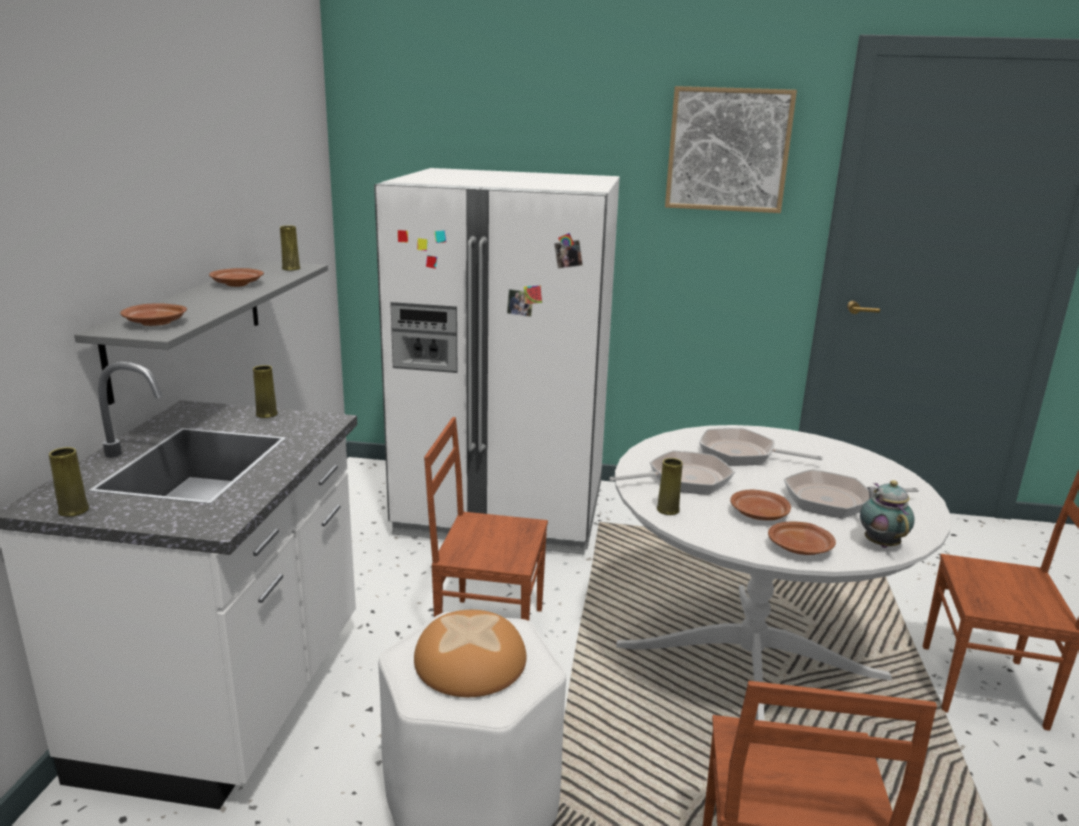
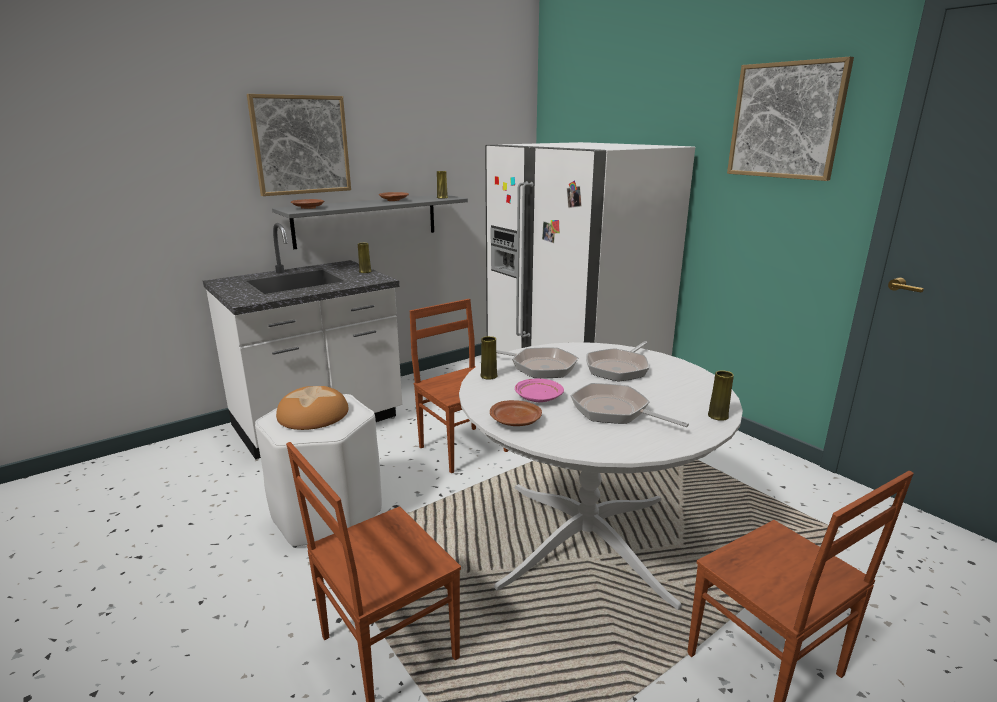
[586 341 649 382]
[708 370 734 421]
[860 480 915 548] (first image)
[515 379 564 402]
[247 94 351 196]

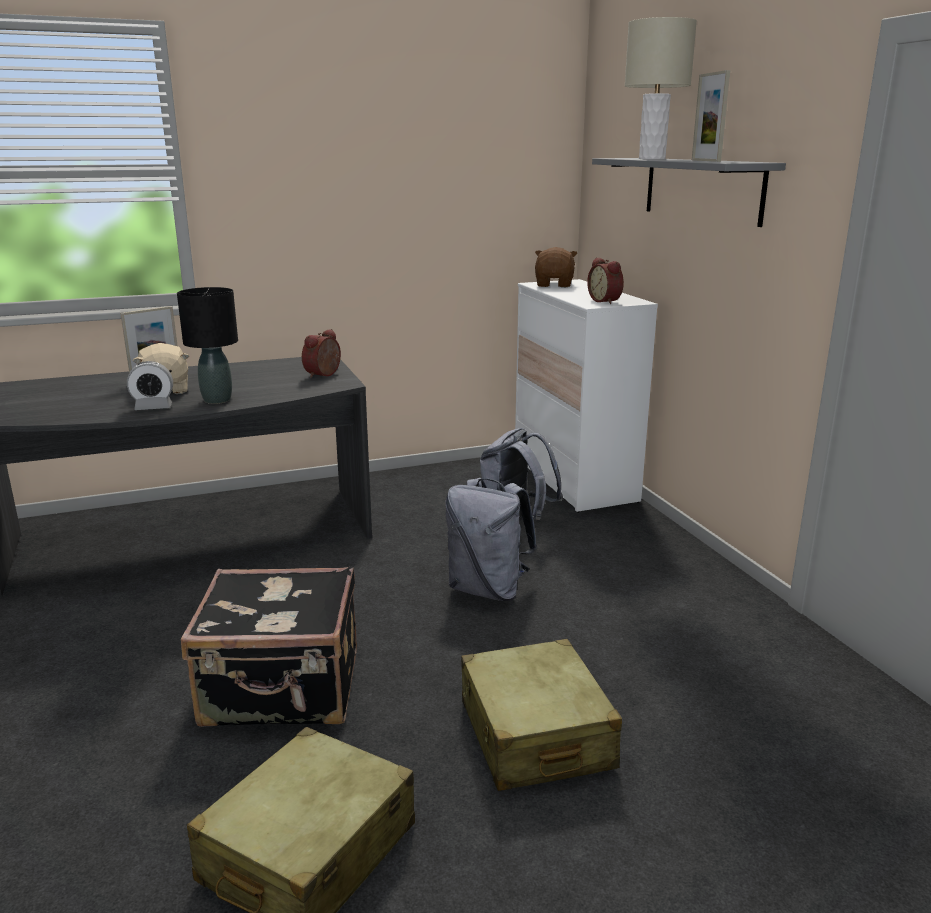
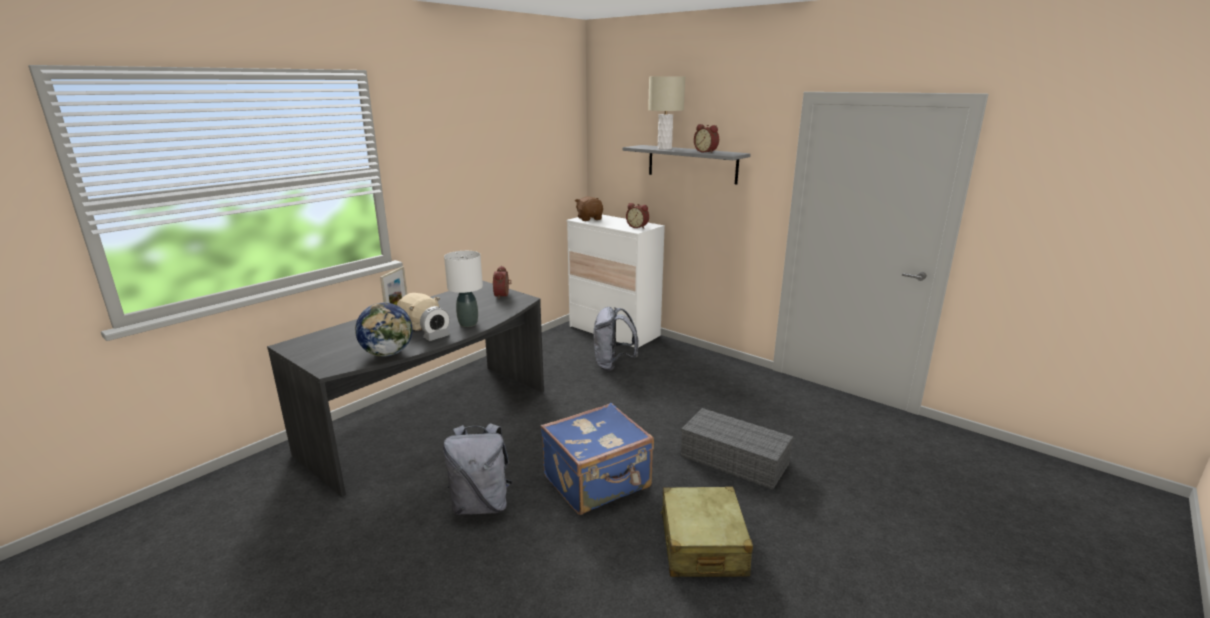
[694 124 719 153]
[444 251 483 327]
[443 423 513 515]
[541 403 654 515]
[681 408 794 490]
[355 303 413 357]

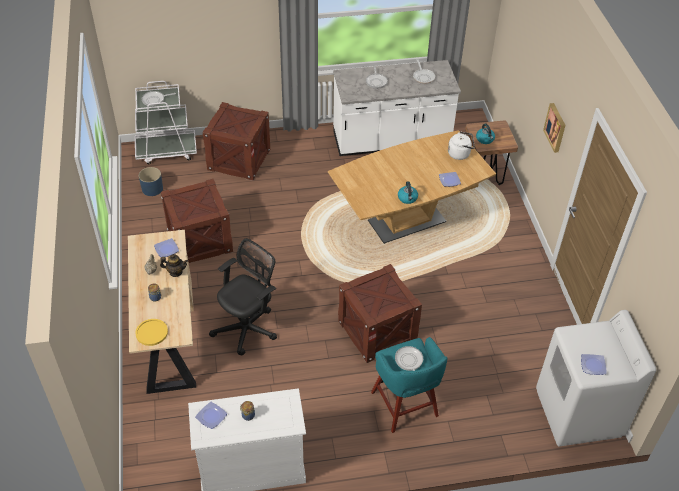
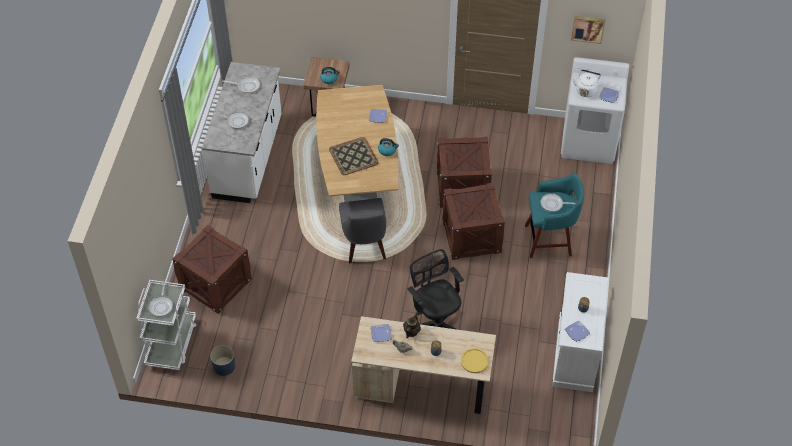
[571 16 605 44]
[573 69 601 97]
[436 137 492 208]
[329 137 379 175]
[339 198 386 264]

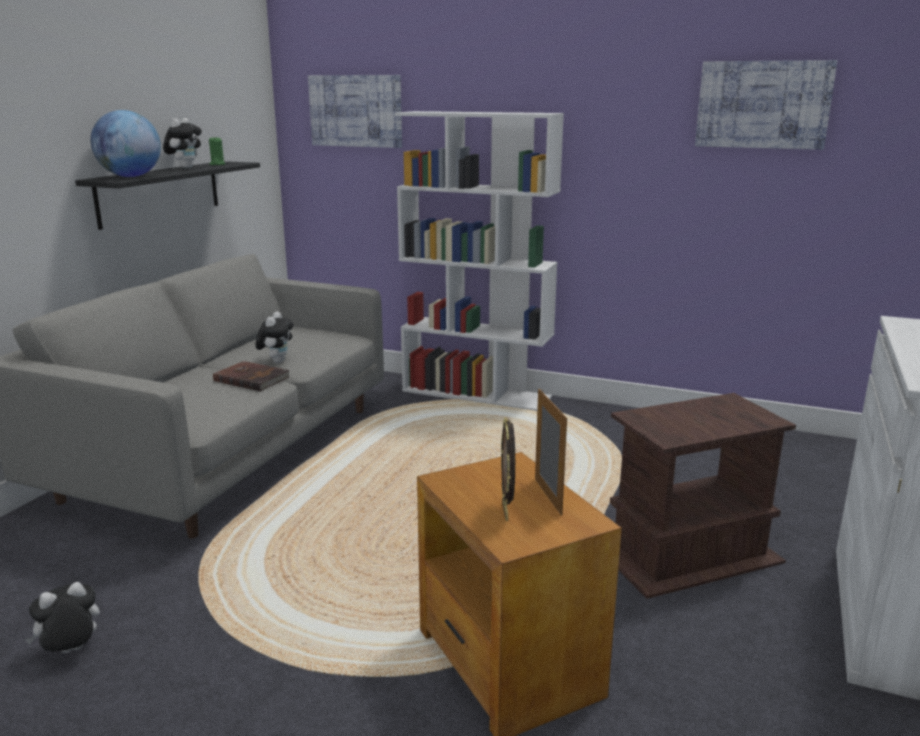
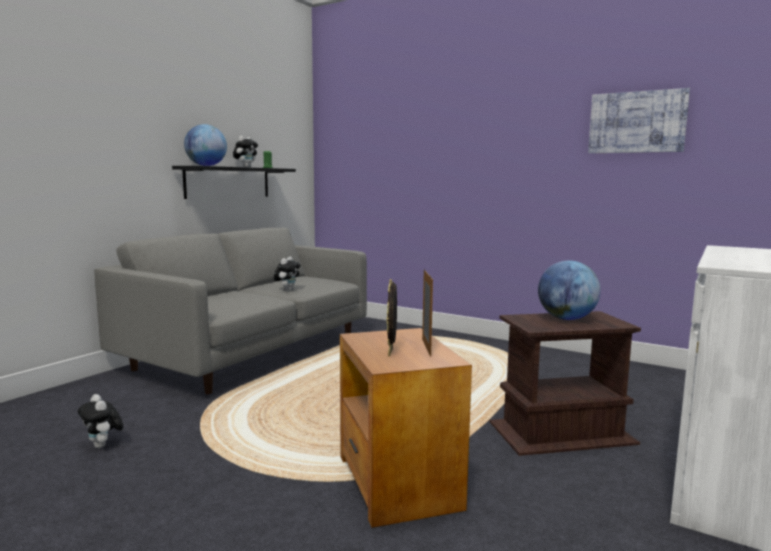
[308 75 402 148] (first image)
[395 111 564 411] (first image)
[213 361 290 391] (first image)
[78 394 123 448]
[538 261 601 320]

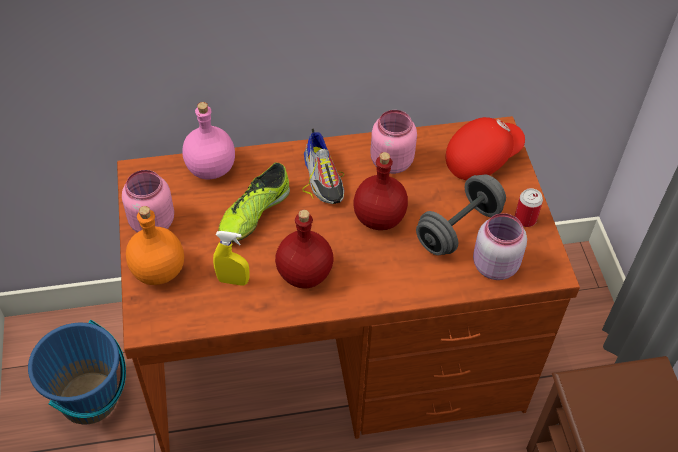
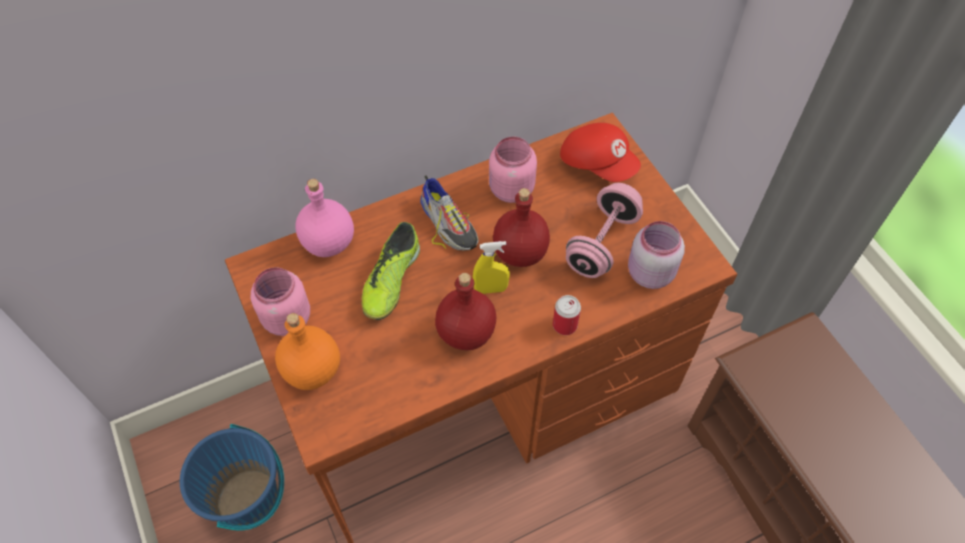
[560 123 641 182]
[566 183 643 278]
[553 295 581 335]
[473 241 510 294]

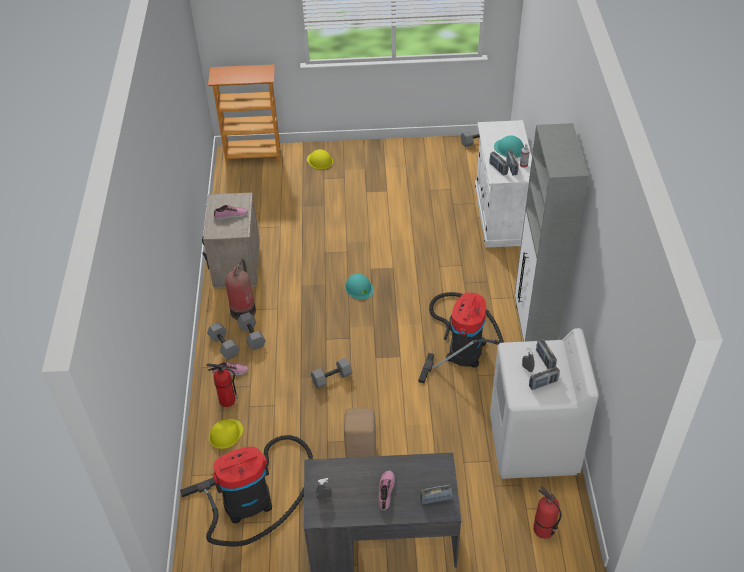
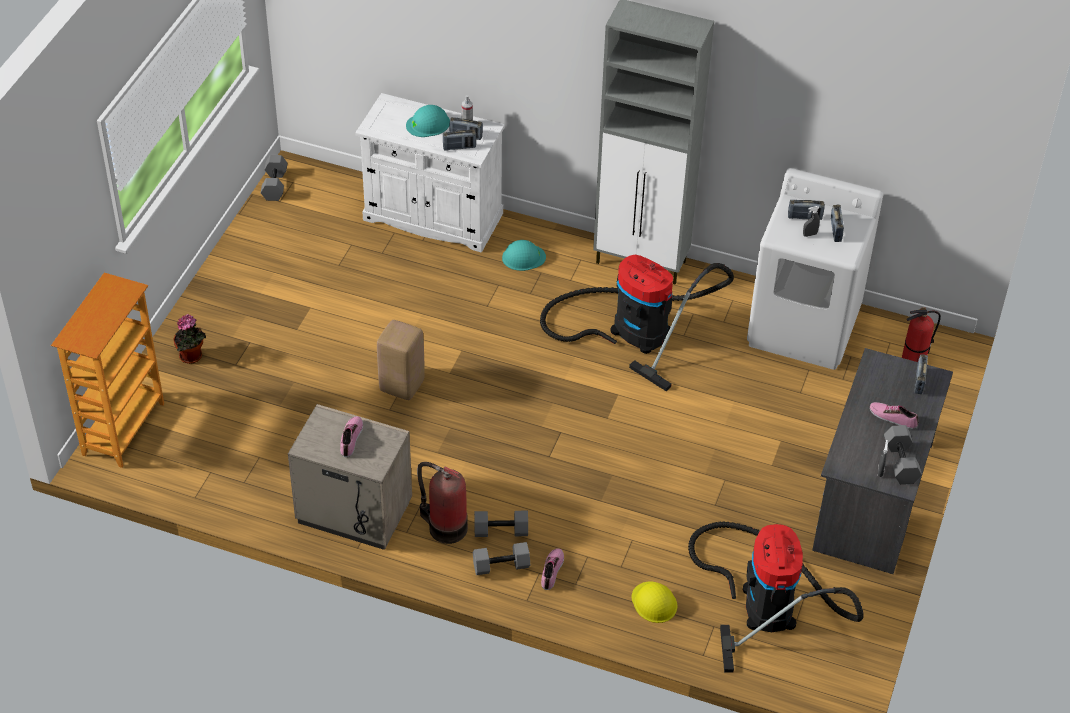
[173 314 206 364]
[502 240 546 271]
[884 425 922 484]
[206 364 238 407] (first image)
[377 320 425 400]

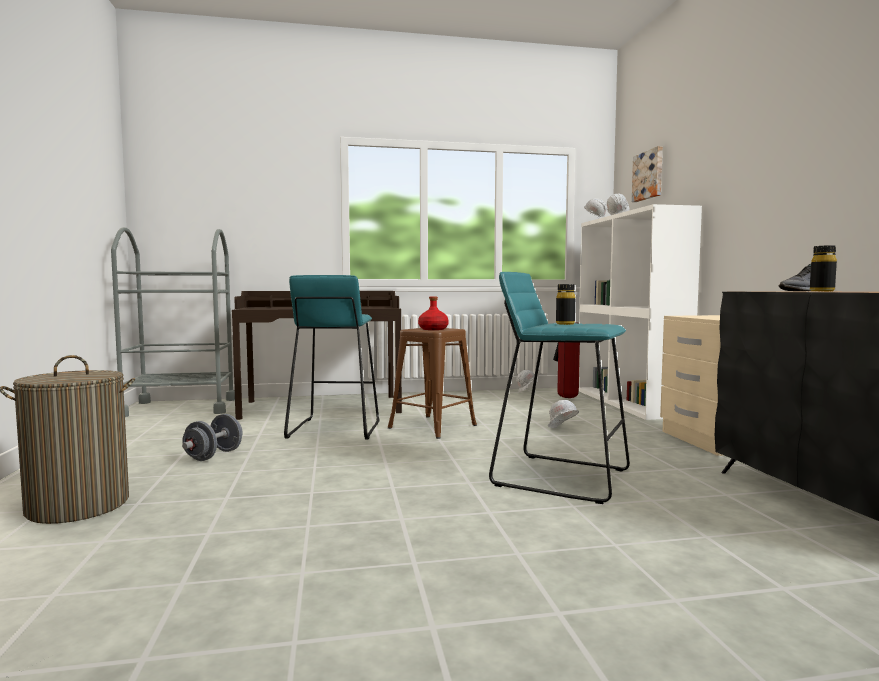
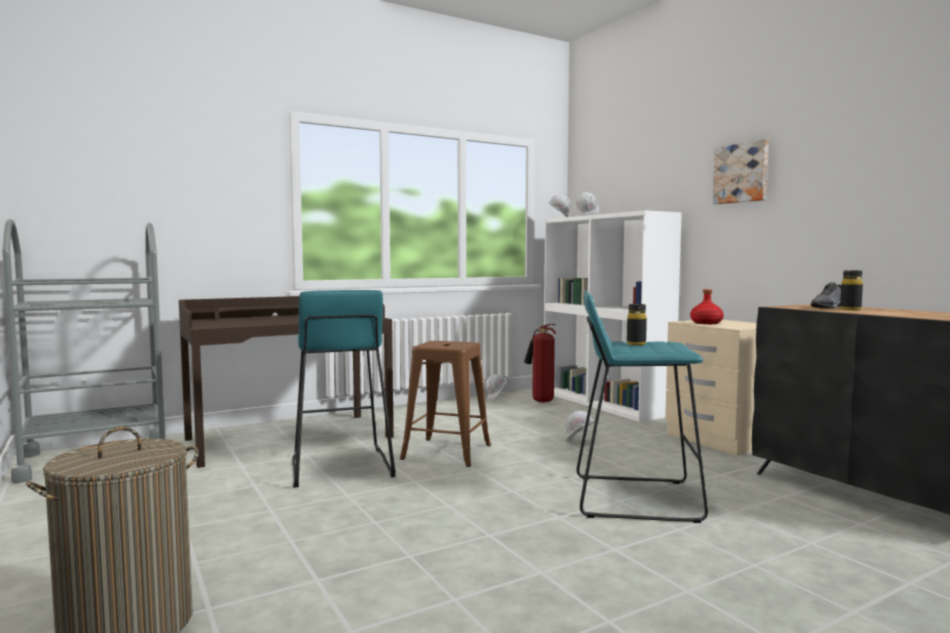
[713 139 769 204]
[690 289 724 324]
[182 414 243 461] (first image)

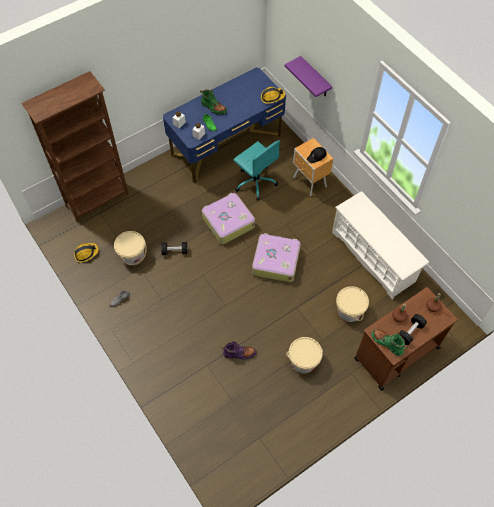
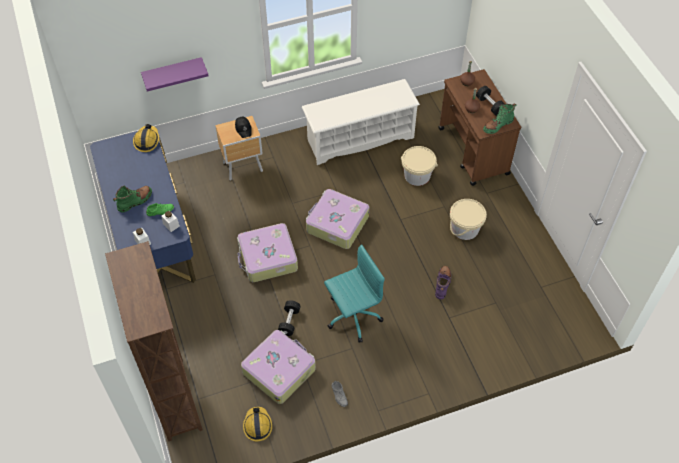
[324 244 385 343]
[241 330 316 404]

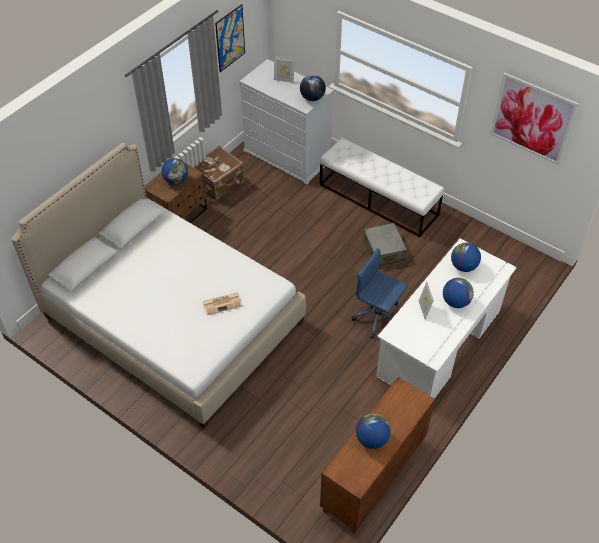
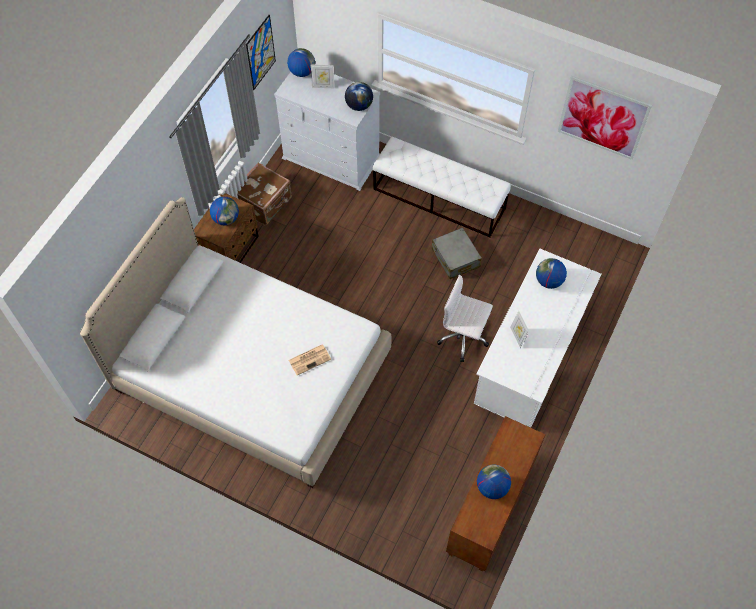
[437 275 493 362]
[287 48 315 77]

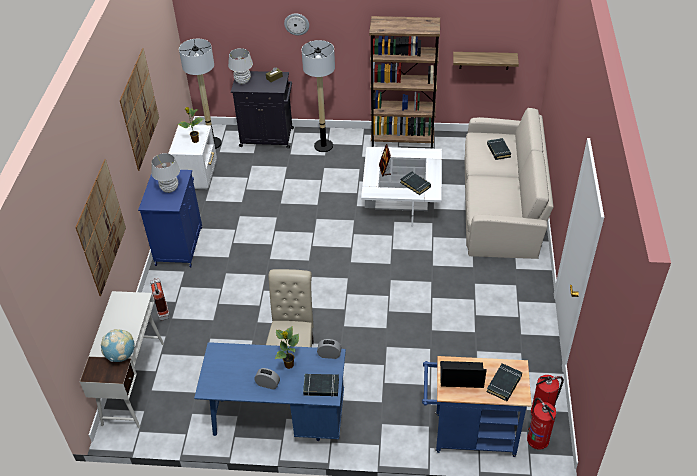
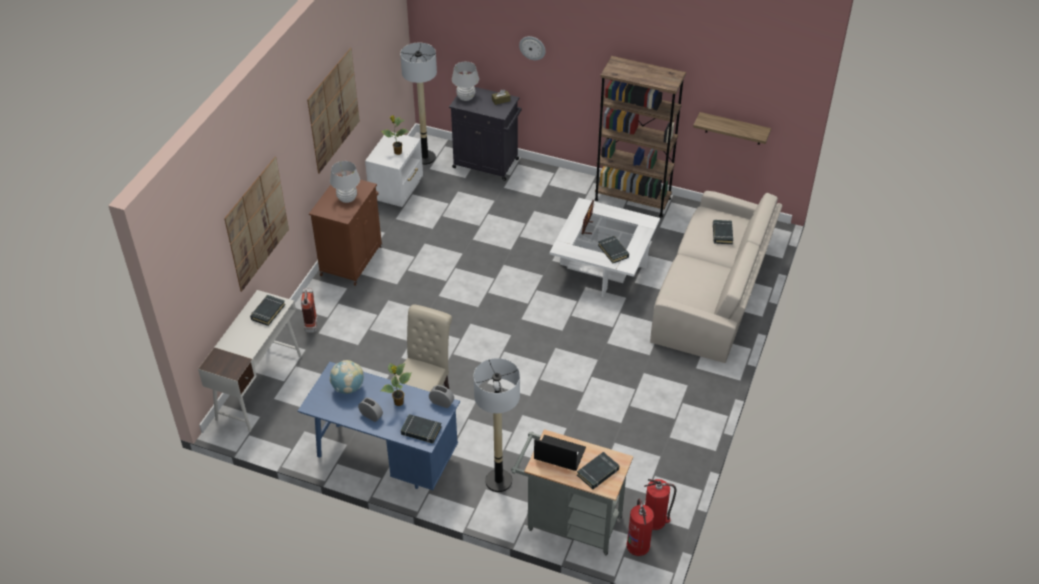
[474 358 520 492]
[309 174 382 286]
[329 360 364 394]
[511 429 633 556]
[250 295 285 326]

